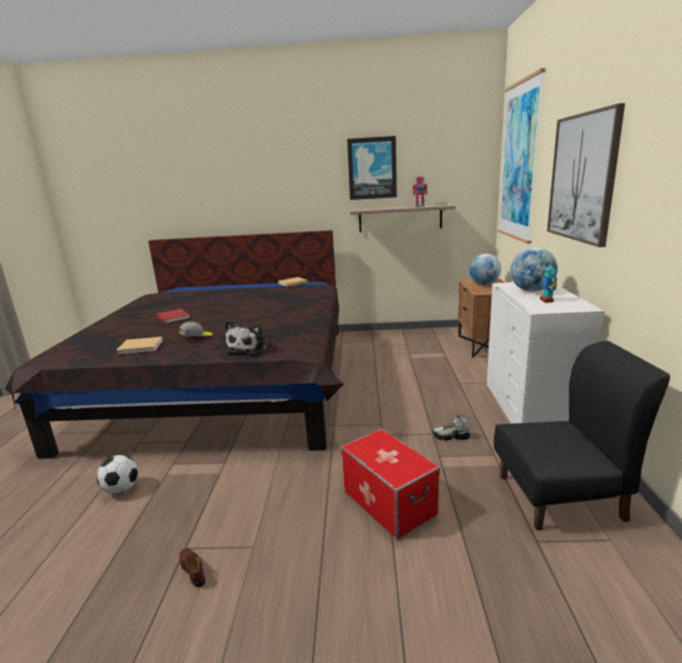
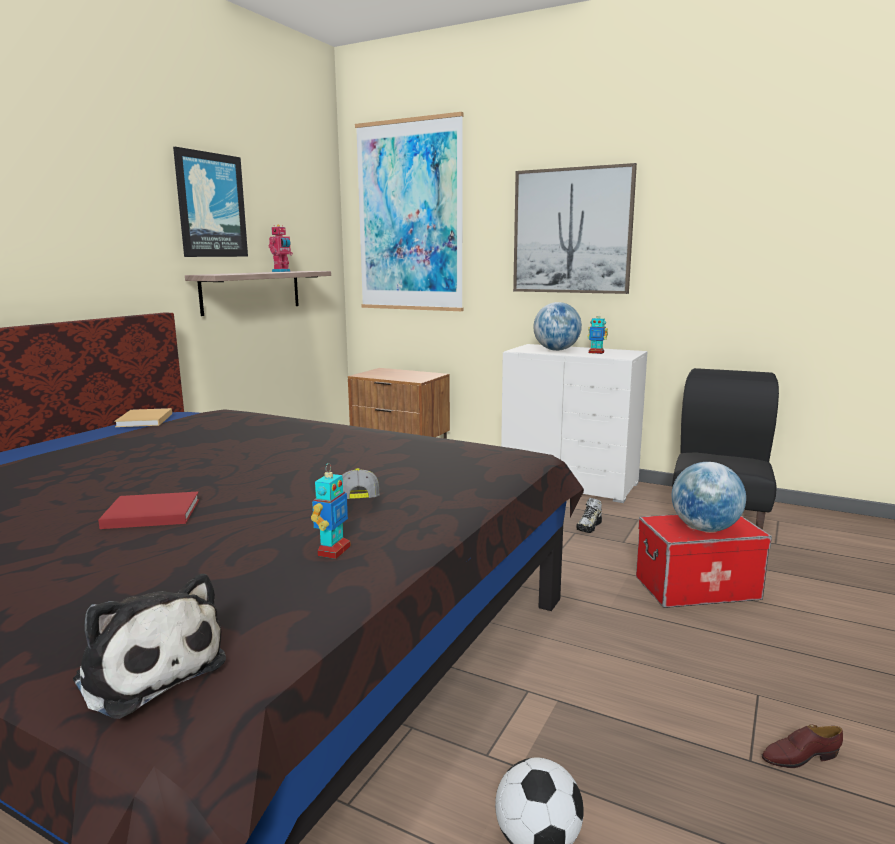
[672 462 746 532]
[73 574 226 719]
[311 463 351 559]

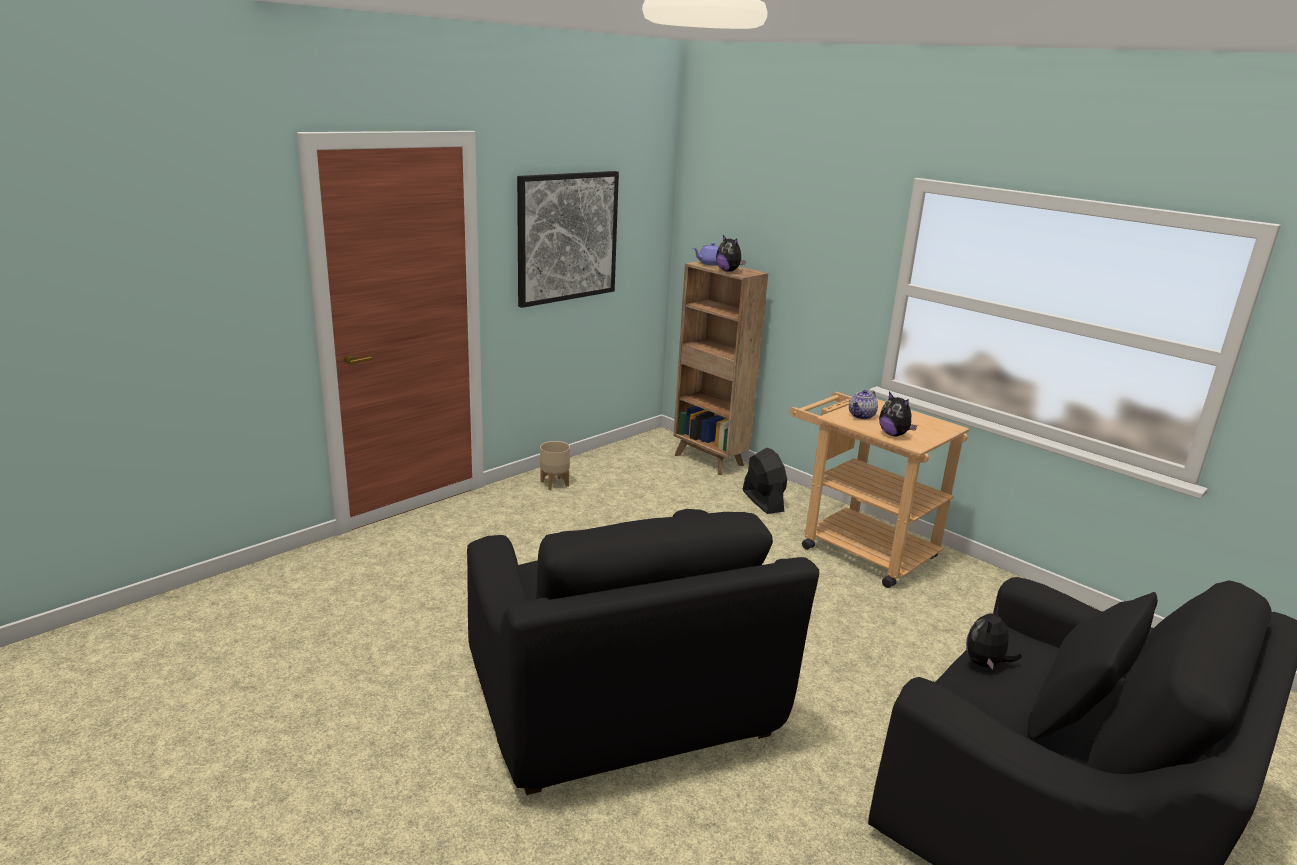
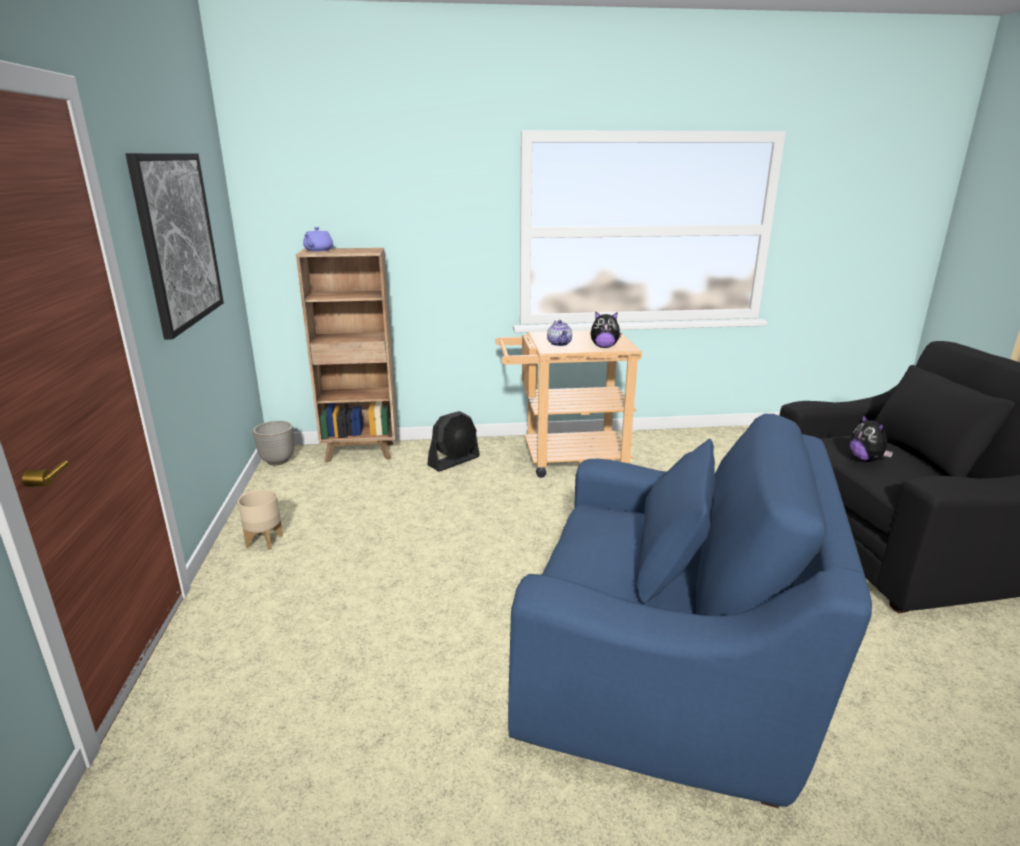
[716 235 746 272] (first image)
[427 411 480 472]
[508 414 872 808]
[253 421 294 465]

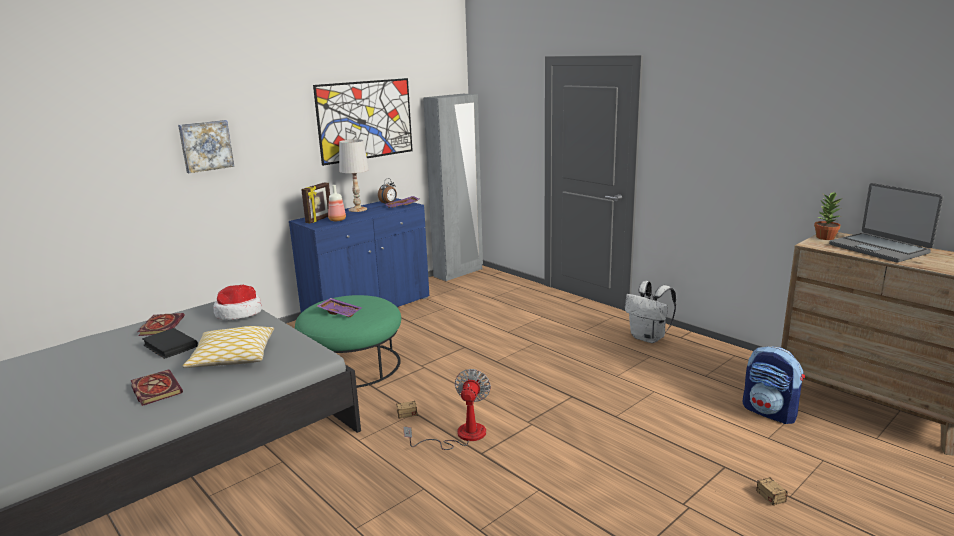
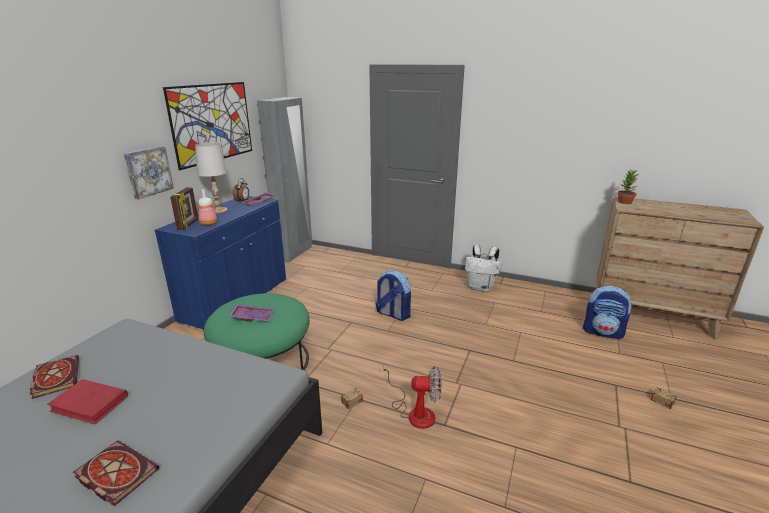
[124 146 174 200]
[829 183 943 262] (first image)
[213 285 262 320] (first image)
[183 326 274 368] (first image)
[47 379 128 424]
[383 365 442 429]
[375 270 411 321]

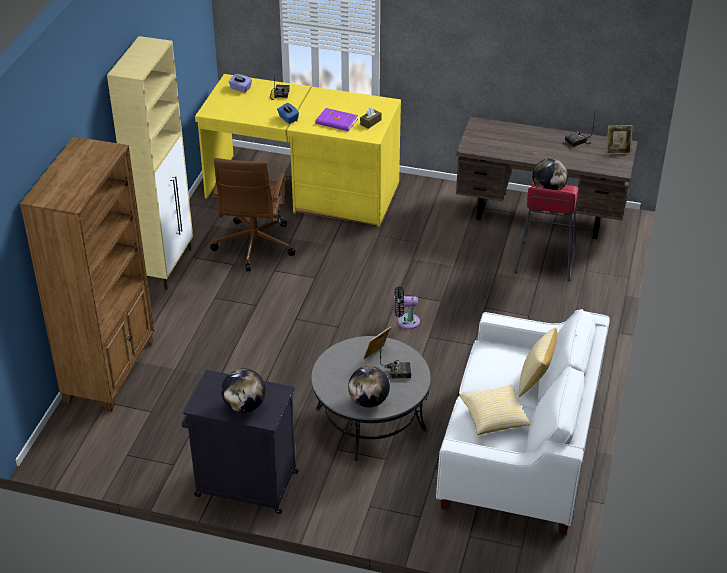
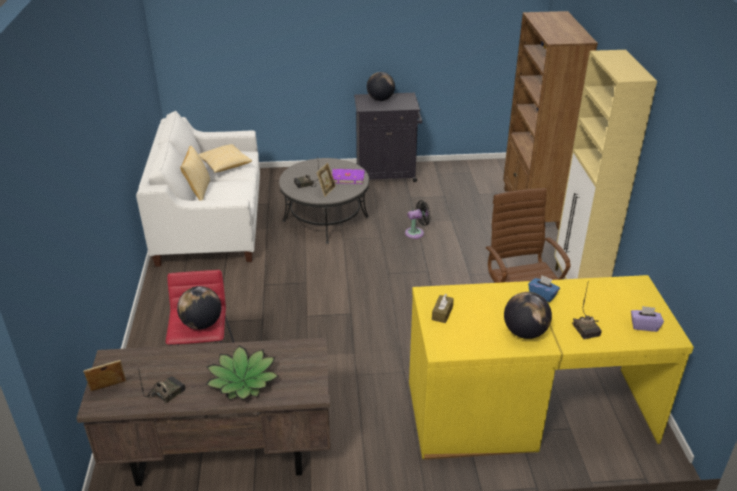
[332 169 364 184]
[405 200 431 239]
[504 292 552 339]
[206 345 278 400]

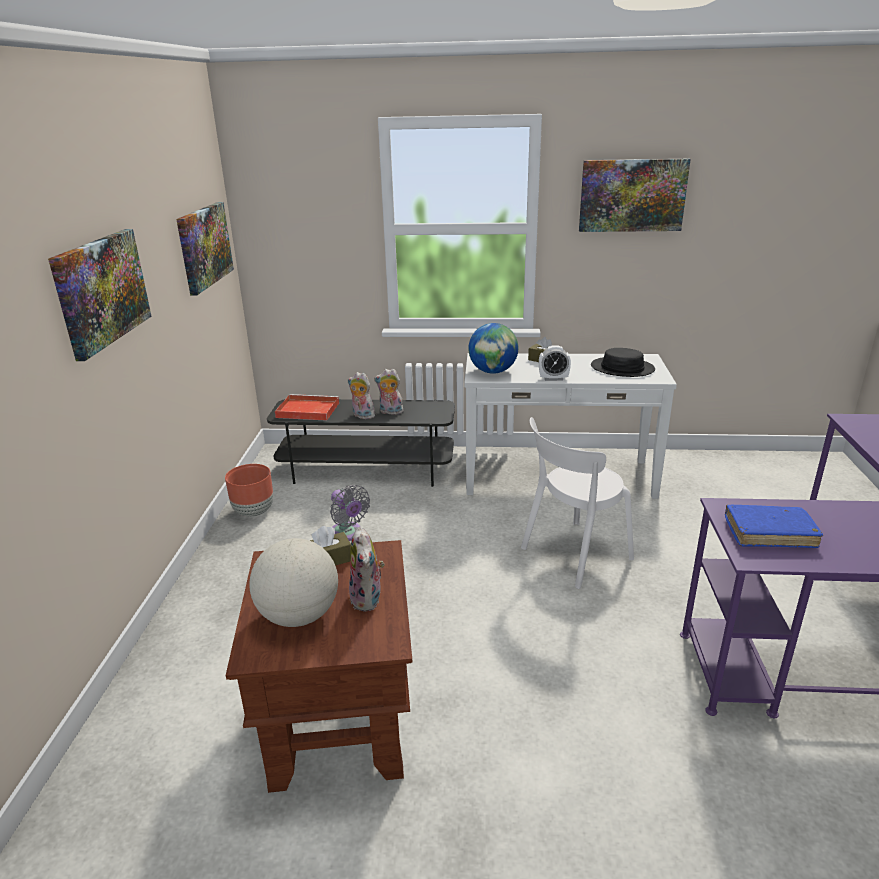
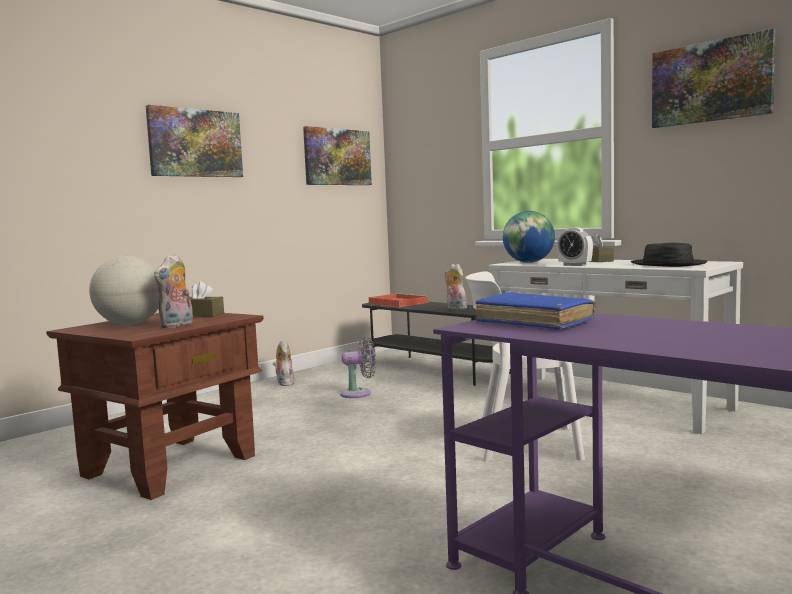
[273 339 294 386]
[225 464 273 517] (first image)
[340 337 376 398]

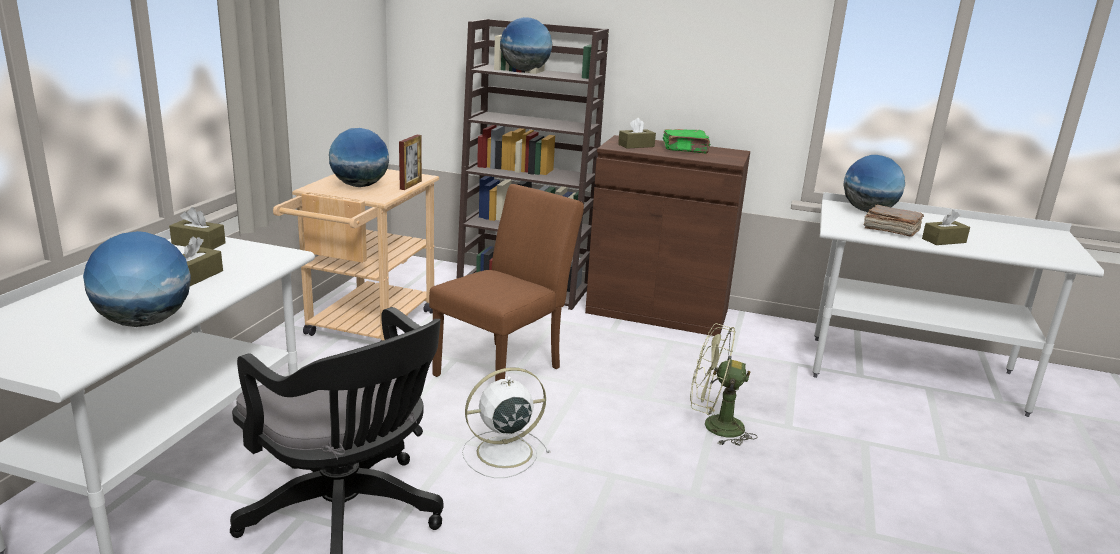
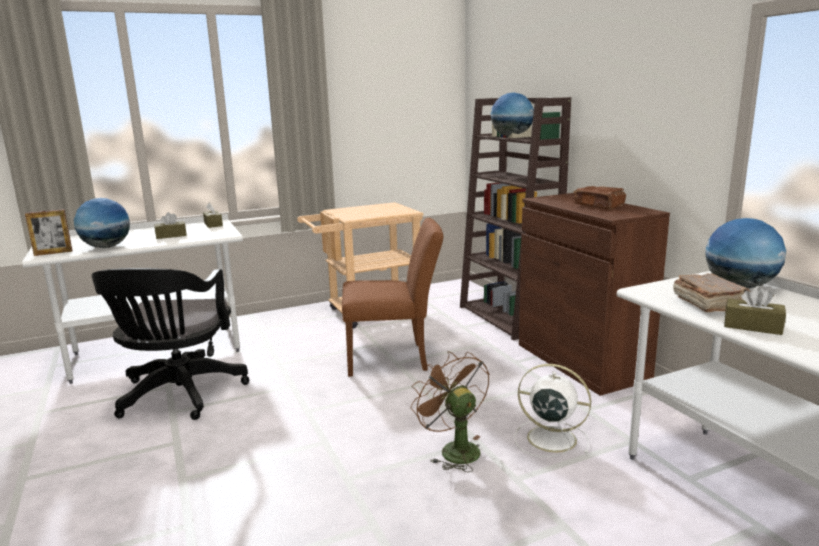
[618 118 656 149] (first image)
[329 128 389 187] (first image)
[573 186 626 210]
[25 209 73 256]
[410 351 489 472]
[514 364 591 457]

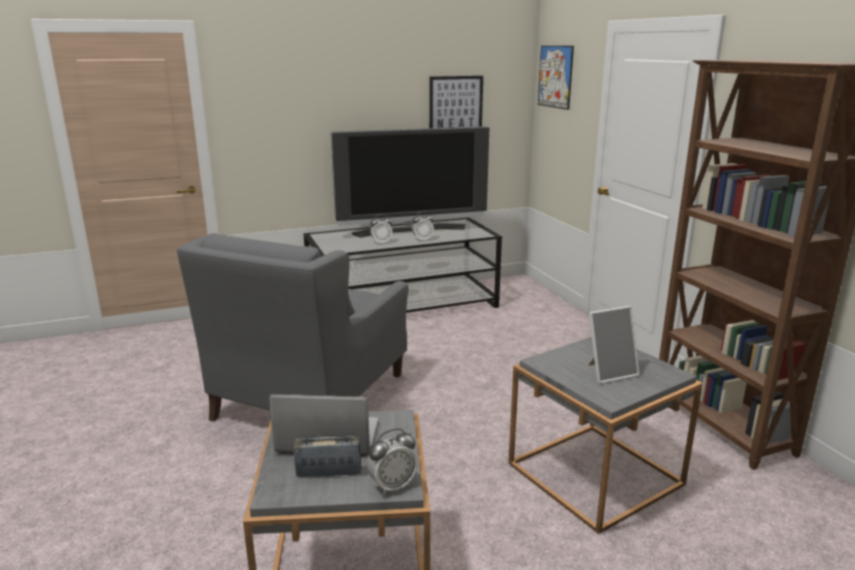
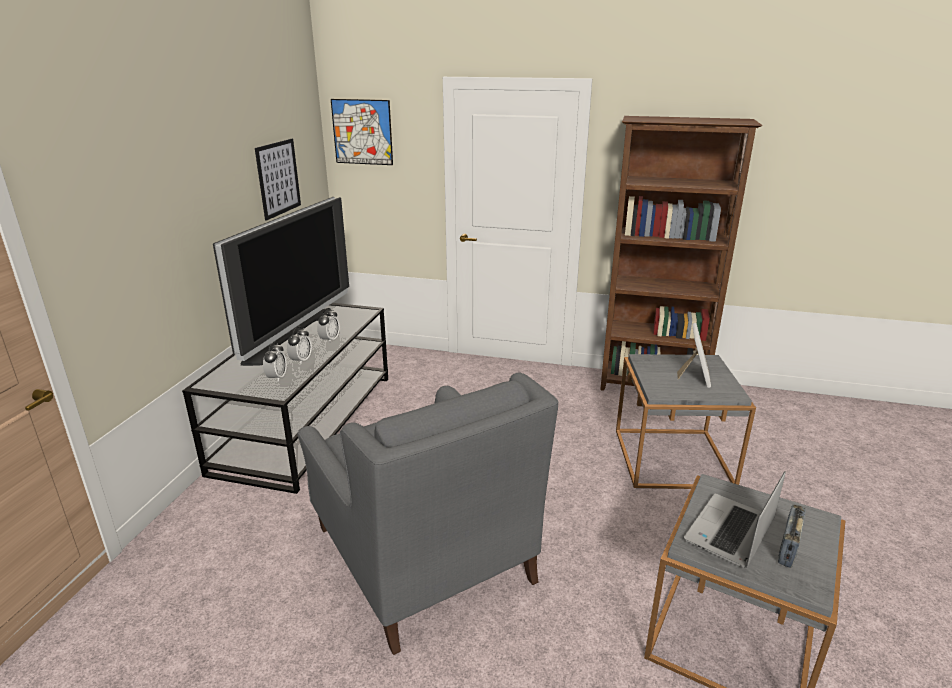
[263 342 287 382]

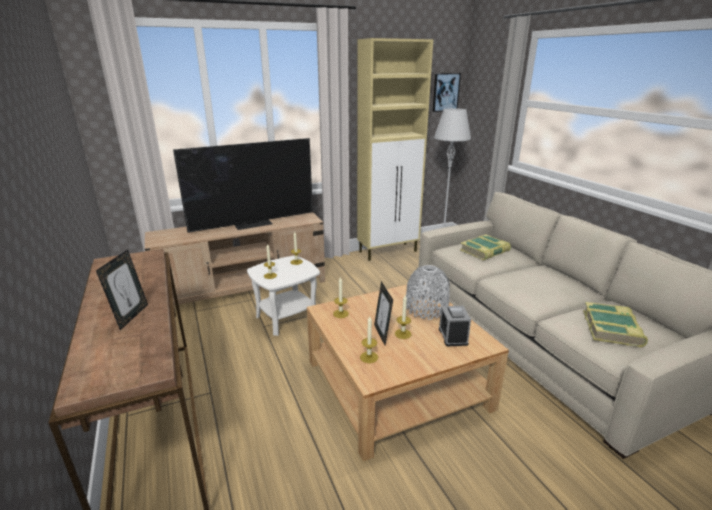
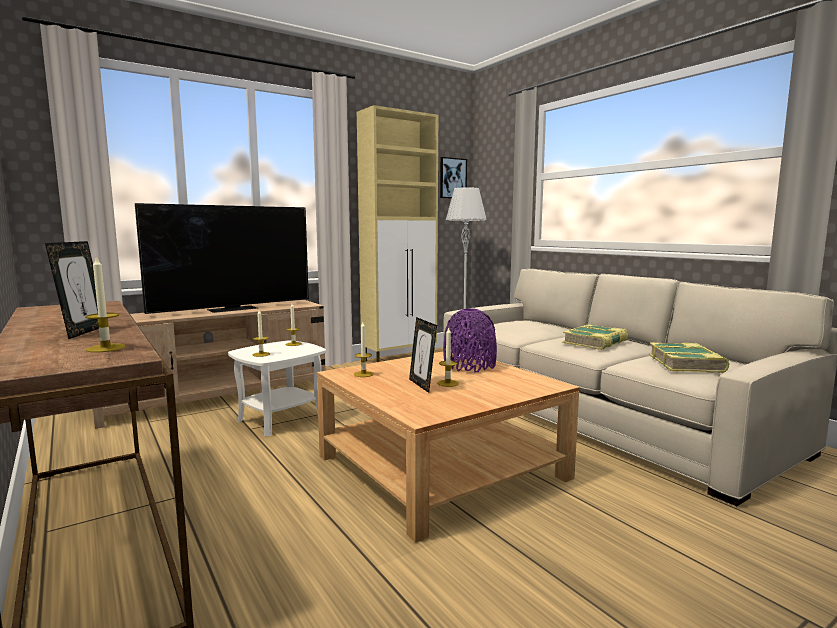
[562 325 629 350]
[443 308 497 373]
[439 306 471 346] (first image)
[85 255 125 352]

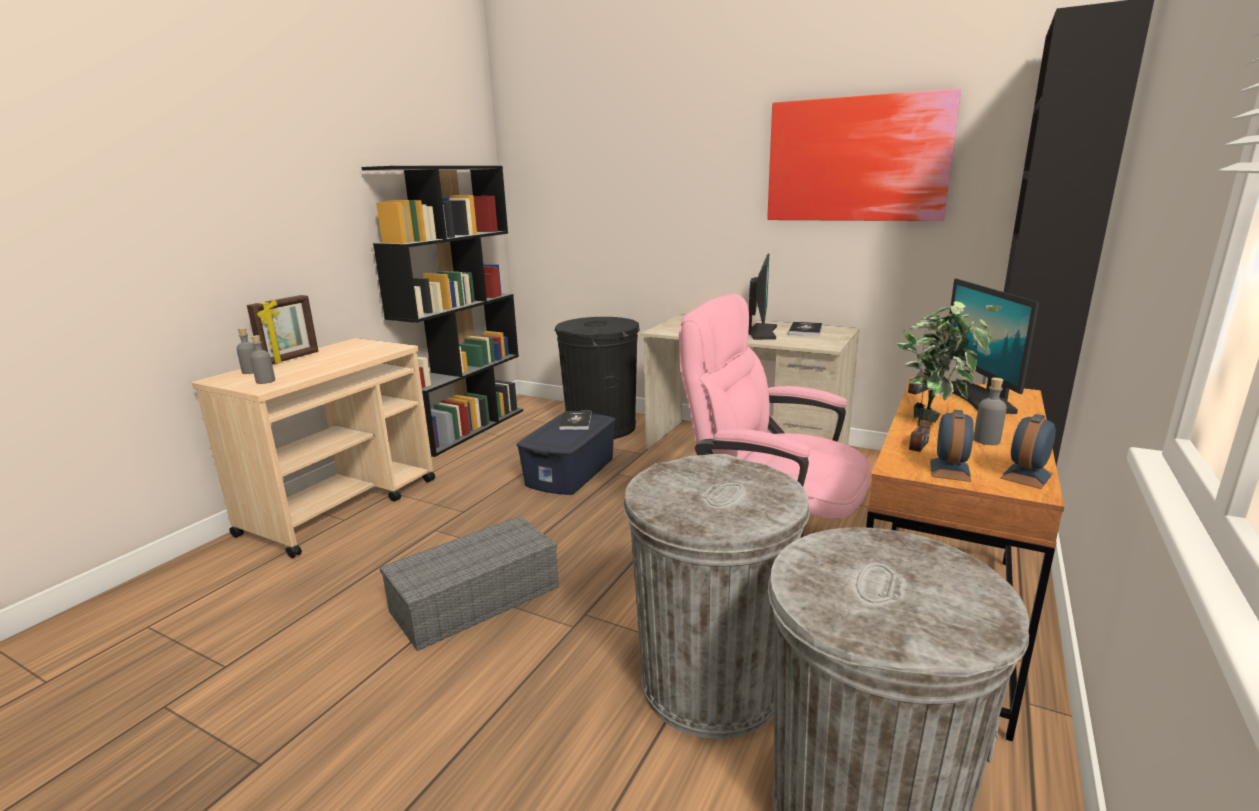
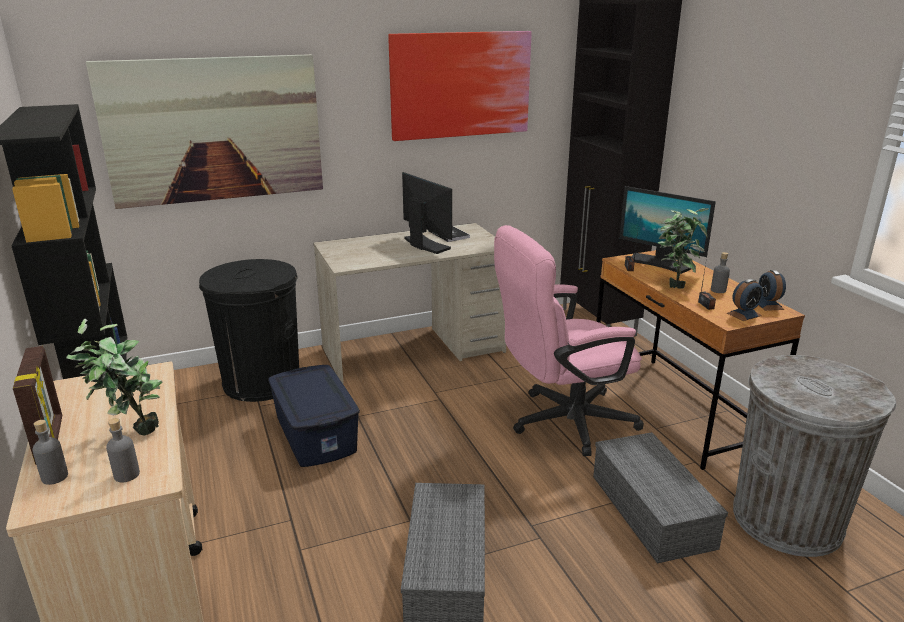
[727 279 763 321]
[559 411 592 430] (first image)
[593 432 728 563]
[86 54 323 209]
[66 319 162 435]

